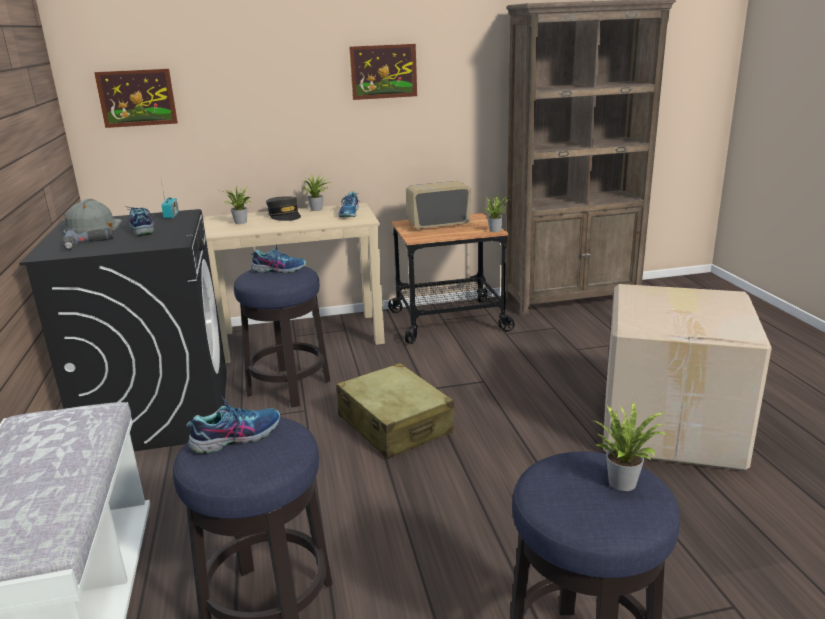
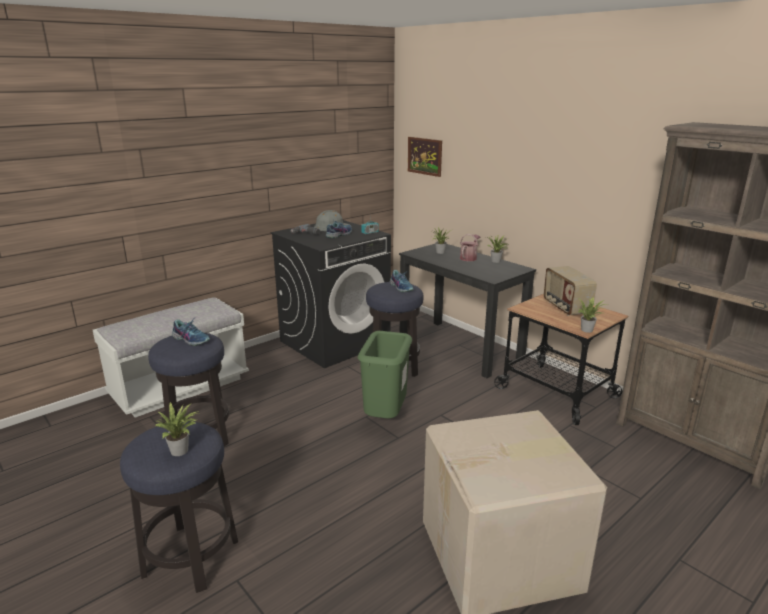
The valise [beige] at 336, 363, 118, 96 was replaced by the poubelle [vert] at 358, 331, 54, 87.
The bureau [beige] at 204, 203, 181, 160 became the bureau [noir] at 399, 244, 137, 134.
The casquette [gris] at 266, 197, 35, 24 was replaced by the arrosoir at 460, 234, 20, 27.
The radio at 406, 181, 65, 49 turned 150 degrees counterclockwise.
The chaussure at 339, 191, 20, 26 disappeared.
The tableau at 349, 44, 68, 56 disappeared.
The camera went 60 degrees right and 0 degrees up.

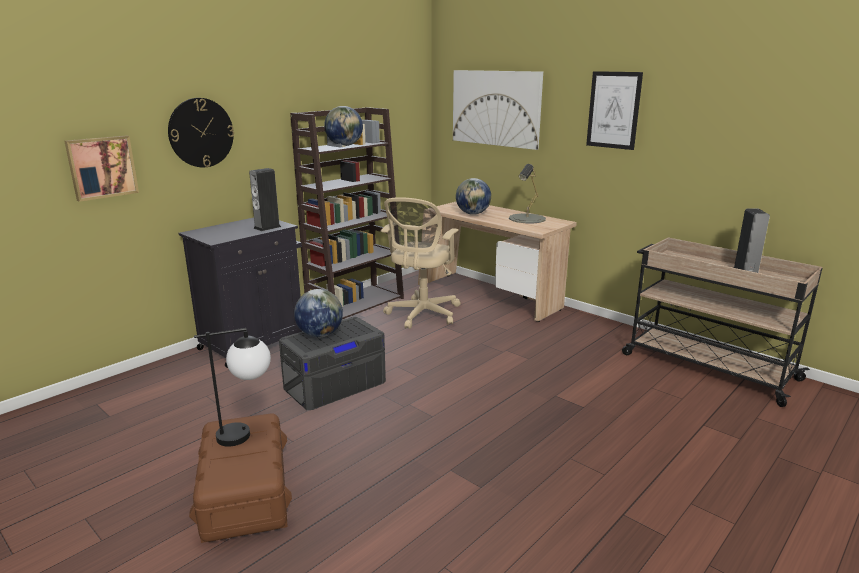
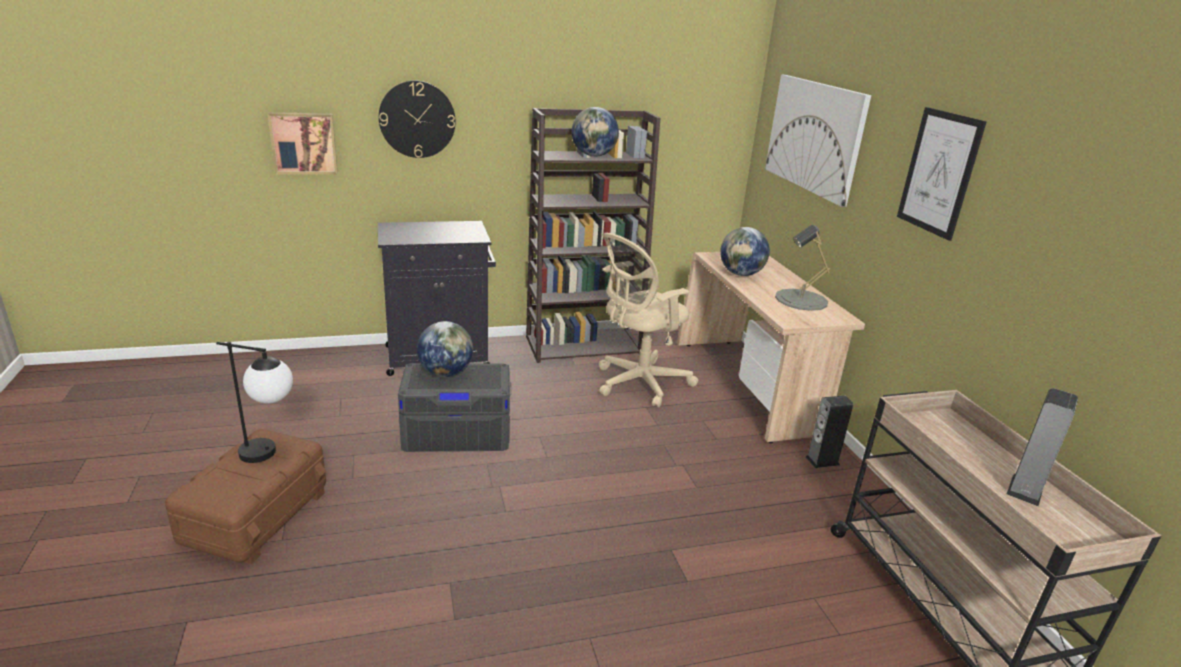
The enceinte moved from 249, 168, 32, 63 to 806, 396, 47, 72.
The camera went 30 degrees right and 5 degrees up.

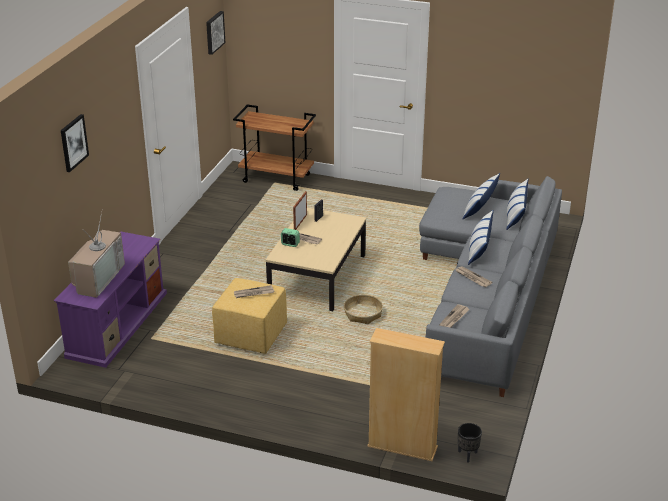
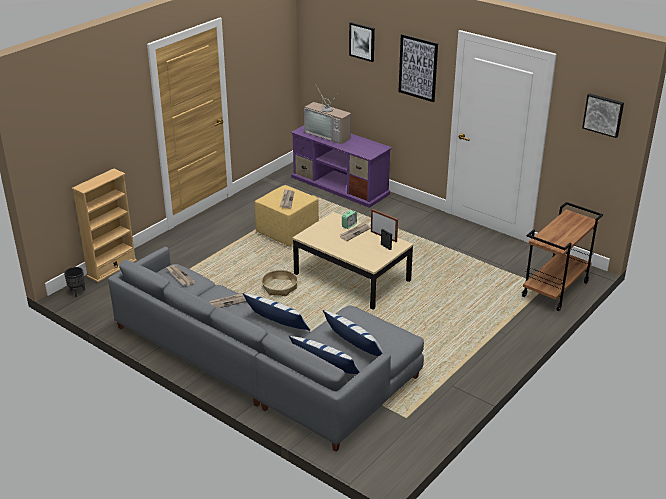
The tableau at 398, 34, 40, 68 appeared.
The camera went 110 degrees right and 0 degrees up.

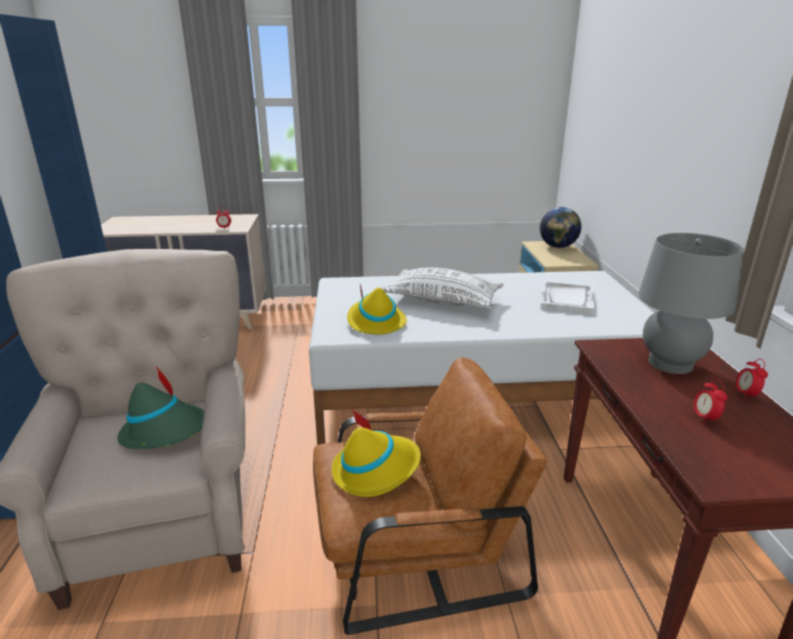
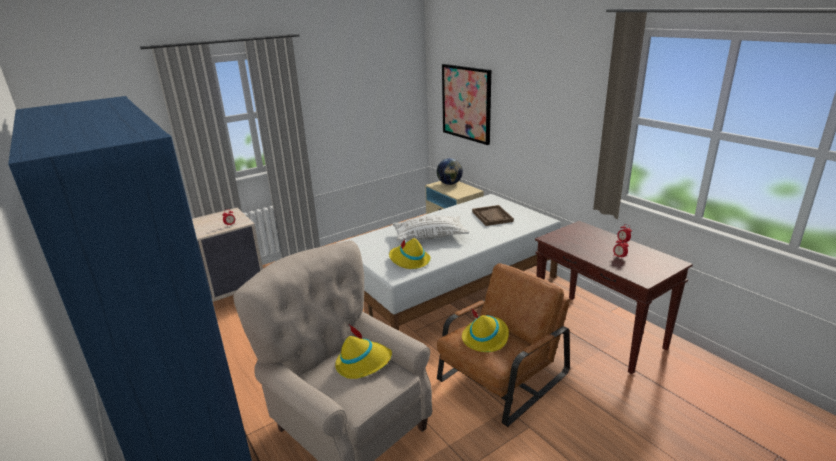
The chapeau [vert] at 117, 366, 87, 83 became the chapeau [jaune] at 335, 325, 57, 54.
The tableau at 442, 64, 49, 81 appeared.
The plateau [blanc] at 541, 281, 53, 33 became the plateau [marron] at 472, 205, 42, 21.
The lampe de table [gris] at 638, 233, 106, 141 disappeared.
The camera went 30 degrees left and 0 degrees up.

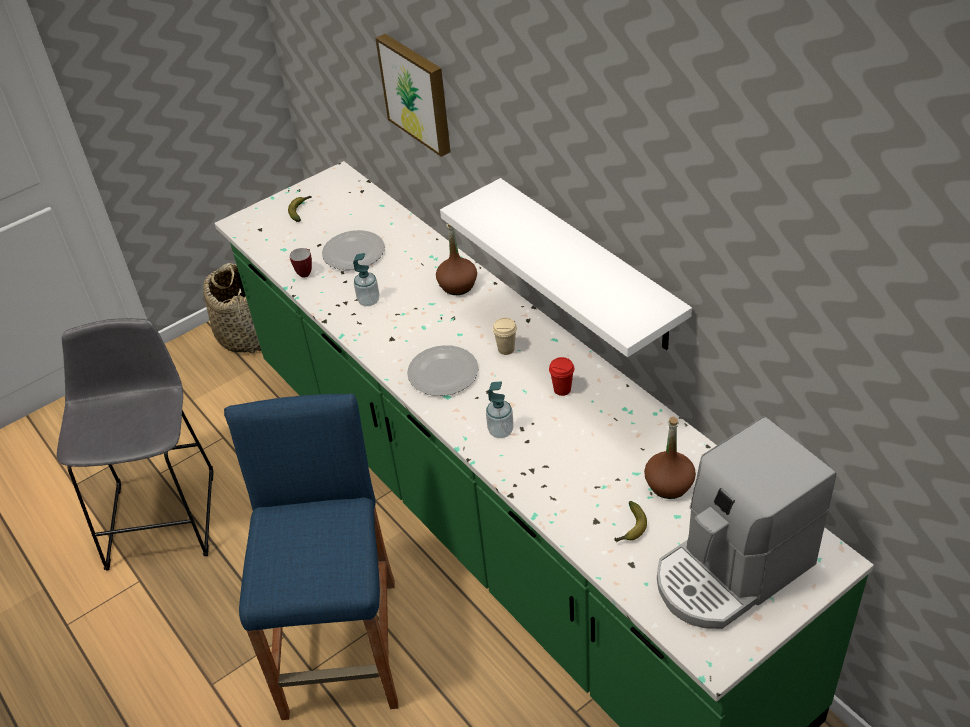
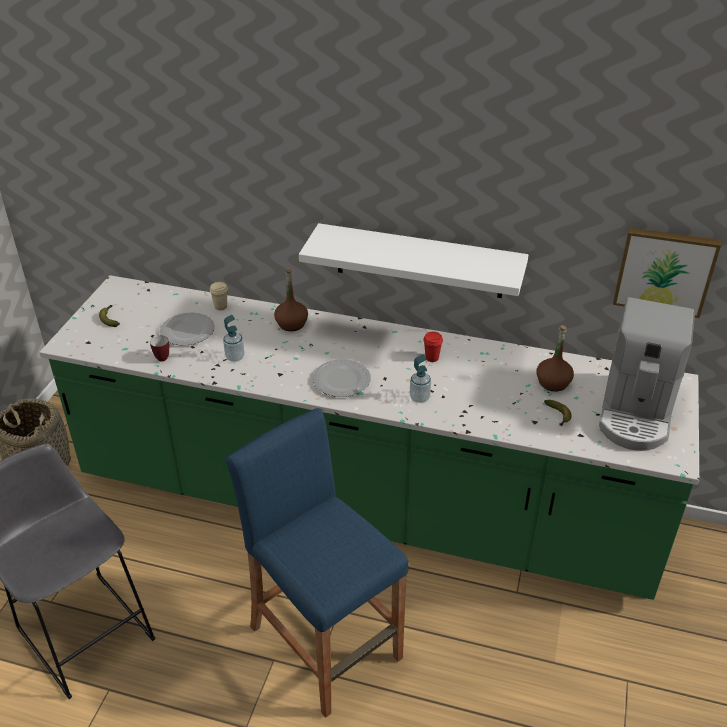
The tasse [beige] moved from 493, 318, 24, 37 to 210, 282, 18, 28.
The tableau moved from 375, 34, 76, 123 to 613, 227, 108, 91.
The camera went 40 degrees left and 5 degrees down.

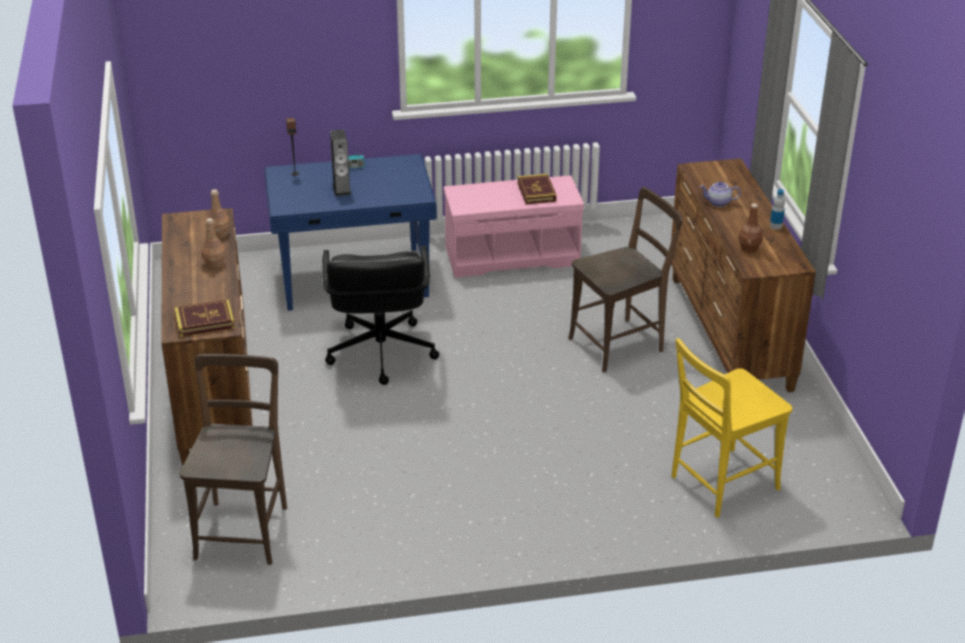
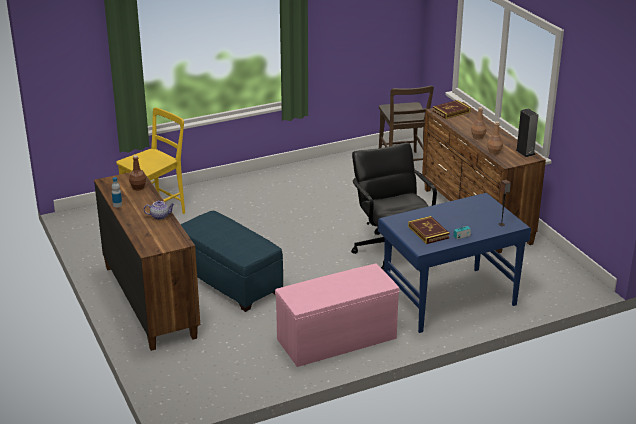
The chaise [marron] at 568, 187, 115, 185 was replaced by the pouf [bleu] at 180, 211, 103, 101.
The livre moved from 517, 174, 40, 30 to 408, 216, 42, 28.
The enceinte moved from 330, 129, 22, 67 to 516, 108, 23, 49.
The camera went 165 degrees right and 5 degrees down.

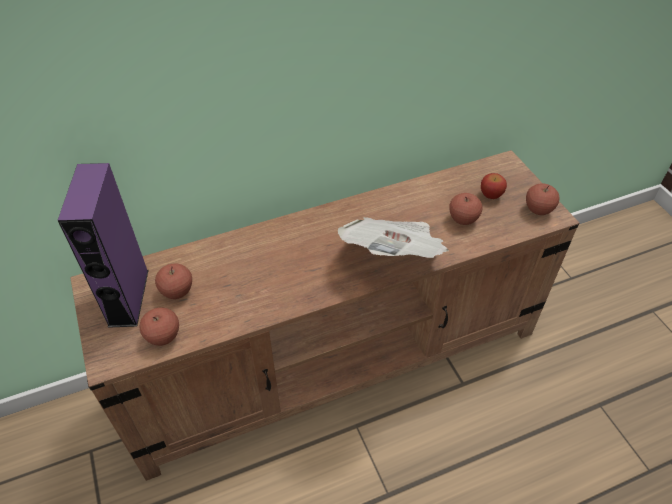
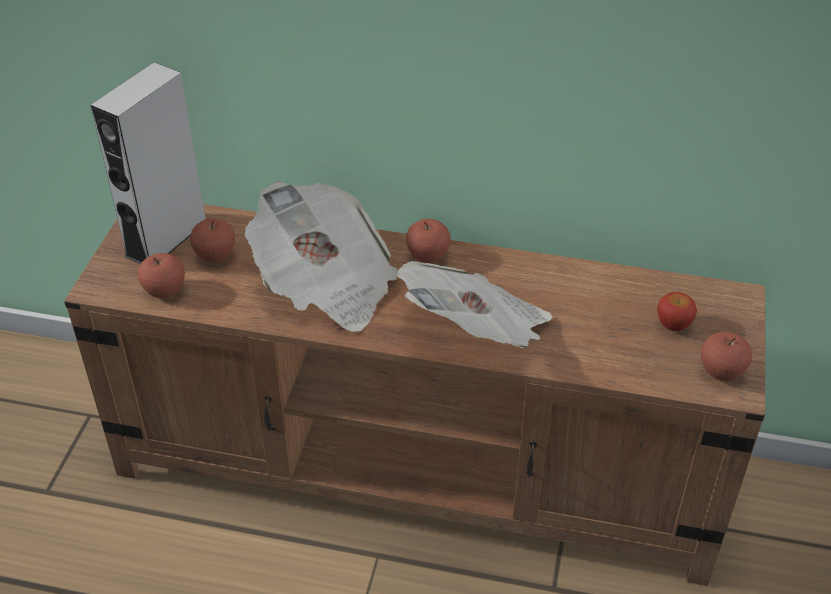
The enceinte [violet] at 58, 163, 91, 165 became the enceinte [gris] at 91, 62, 115, 203.
The journal at 245, 182, 153, 150 appeared.
The pomme moved from 449, 193, 33, 32 to 406, 219, 45, 44.
The camera went 35 degrees right and 5 degrees down.

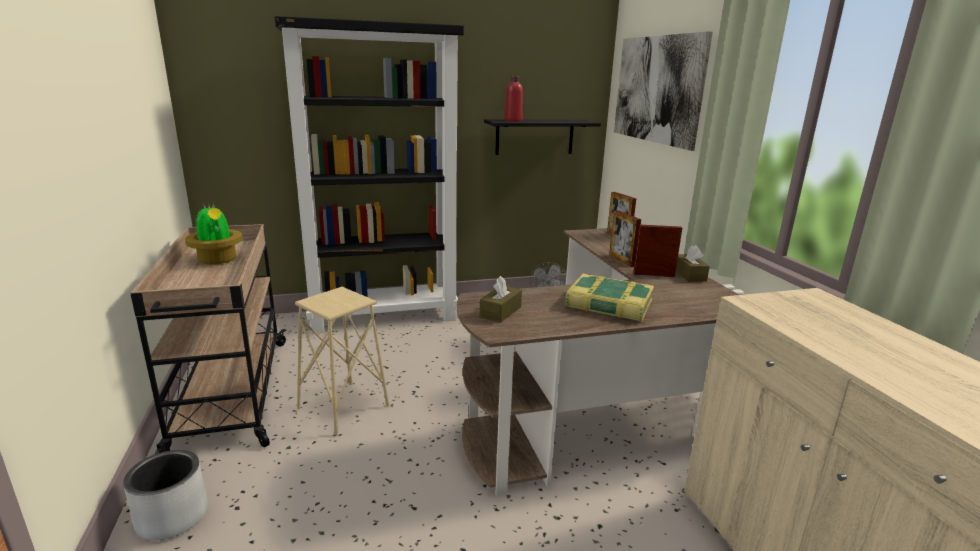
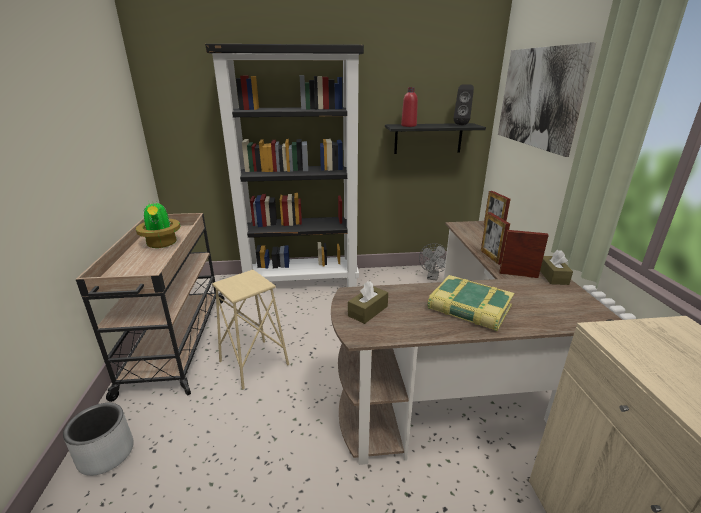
The enceinte [noir] at 454, 84, 20, 41 appeared.
The camera went 10 degrees right and 5 degrees up.

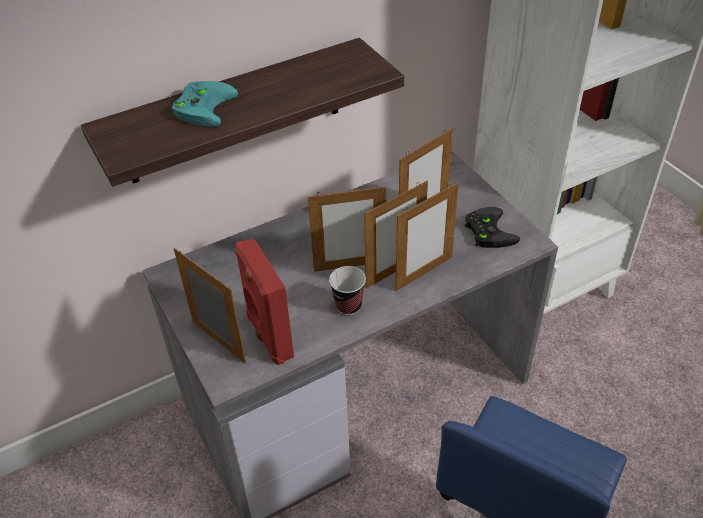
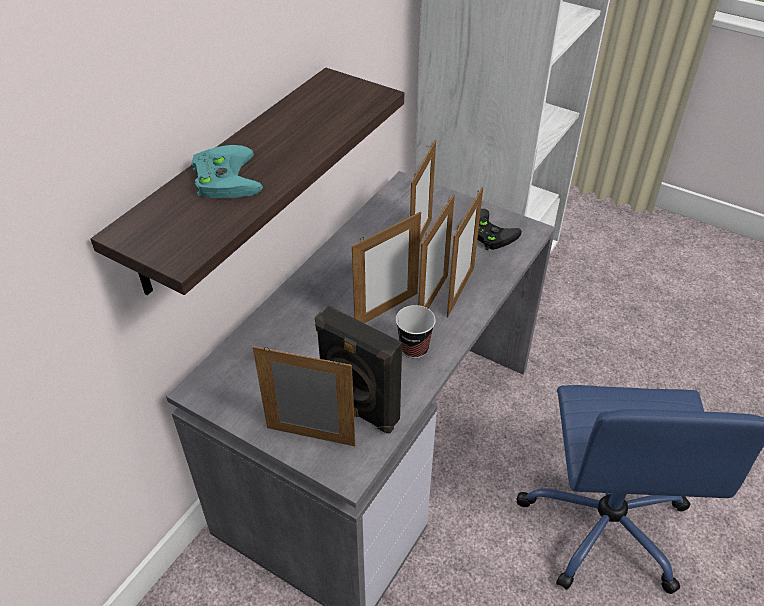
The enceinte [rouge] at 234, 238, 60, 127 became the enceinte [noir] at 315, 306, 87, 128.
The camera went 30 degrees left and 0 degrees up.

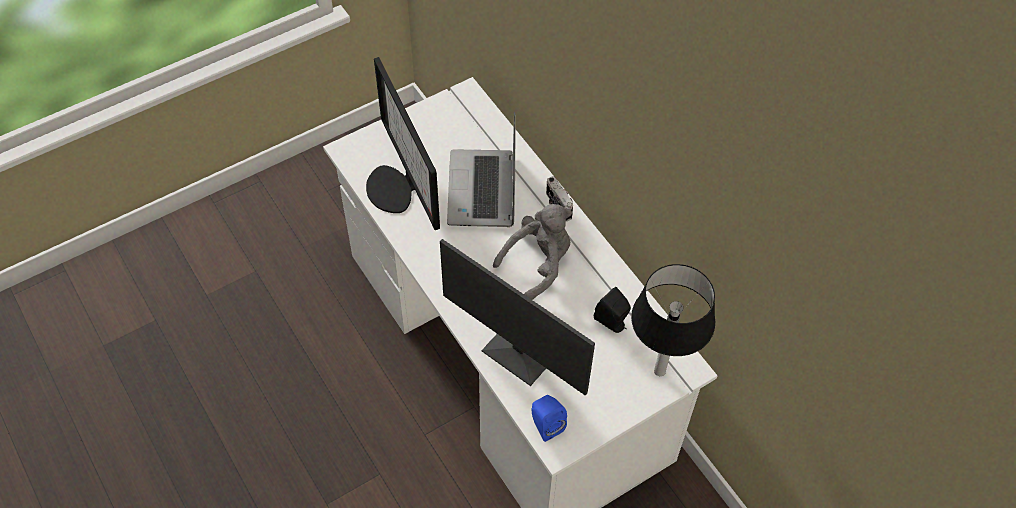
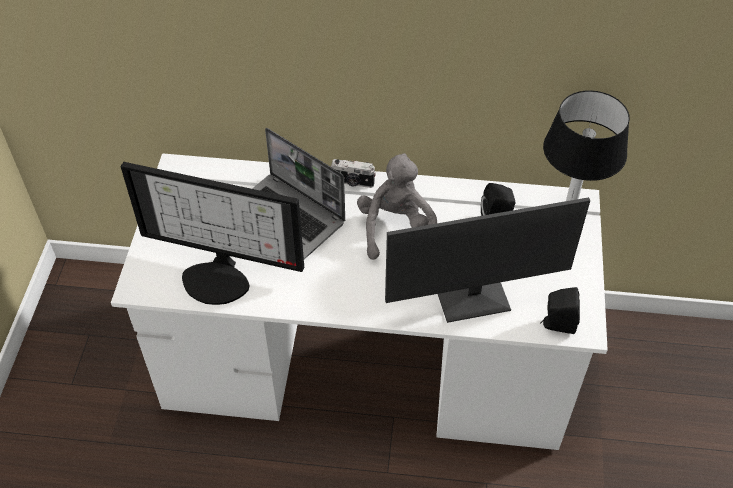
The enceinte [bleu] at 532, 395, 35, 47 became the enceinte [noir] at 540, 287, 40, 47.
The camera went 50 degrees left and 5 degrees down.

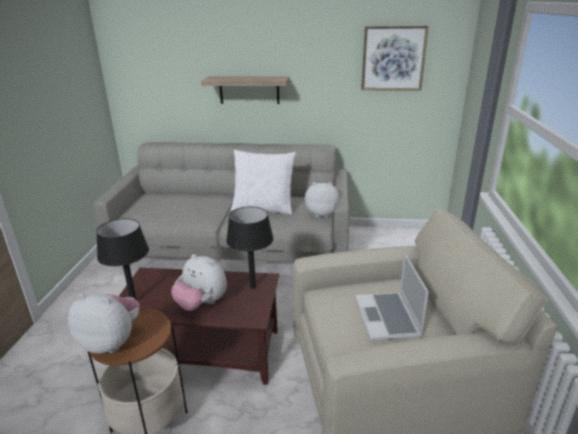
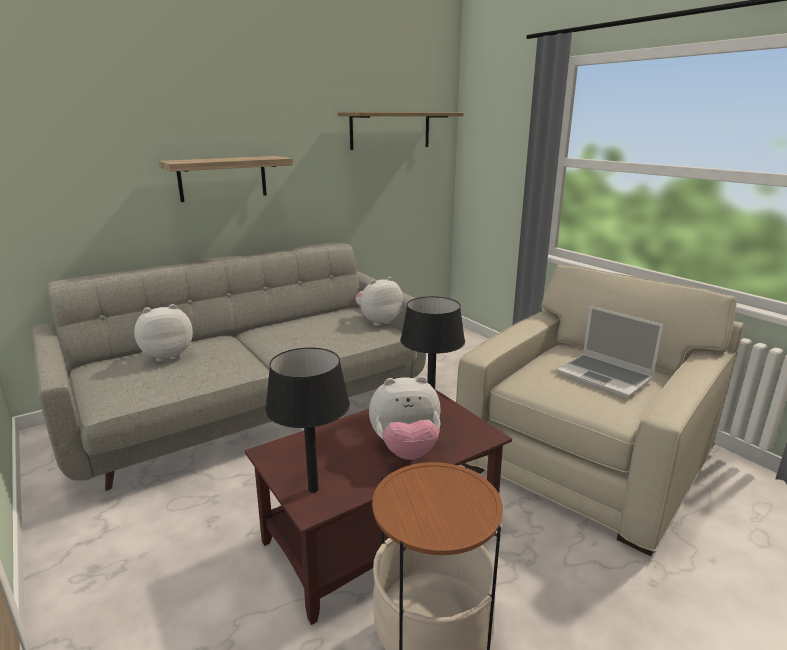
The peluche moved from 68, 293, 72, 60 to 134, 304, 59, 58.
The tableau at 361, 26, 68, 65 was replaced by the étagère at 338, 112, 125, 38.
The coussin [blanc] at 231, 150, 65, 65 disappeared.
The camera went 40 degrees left and 5 degrees down.

